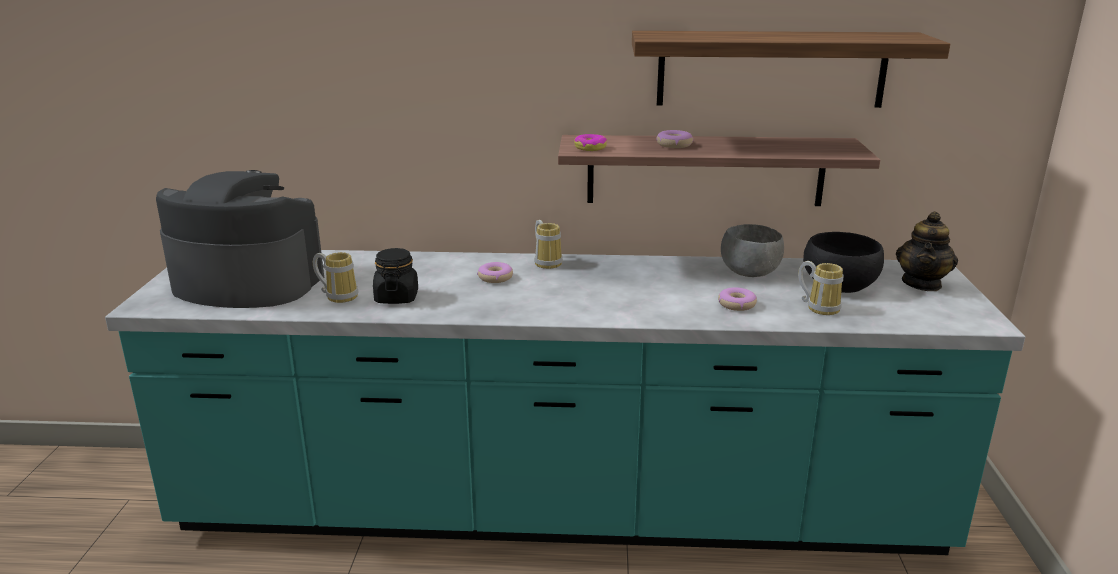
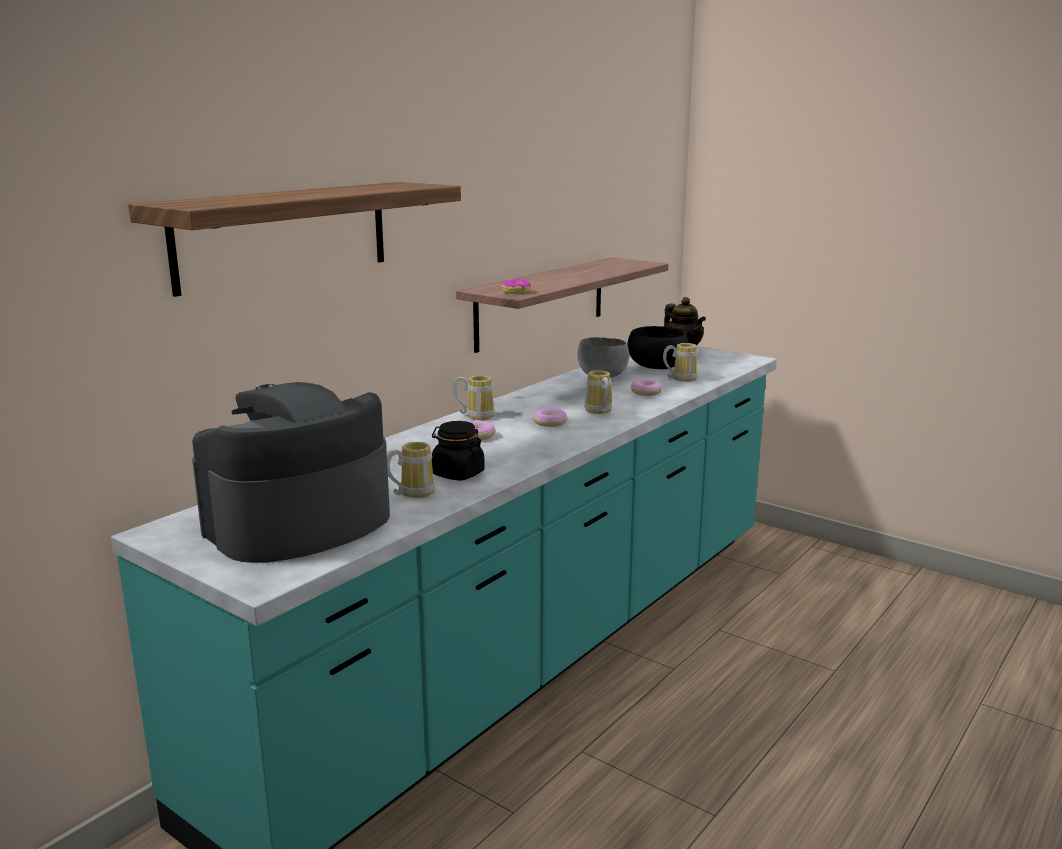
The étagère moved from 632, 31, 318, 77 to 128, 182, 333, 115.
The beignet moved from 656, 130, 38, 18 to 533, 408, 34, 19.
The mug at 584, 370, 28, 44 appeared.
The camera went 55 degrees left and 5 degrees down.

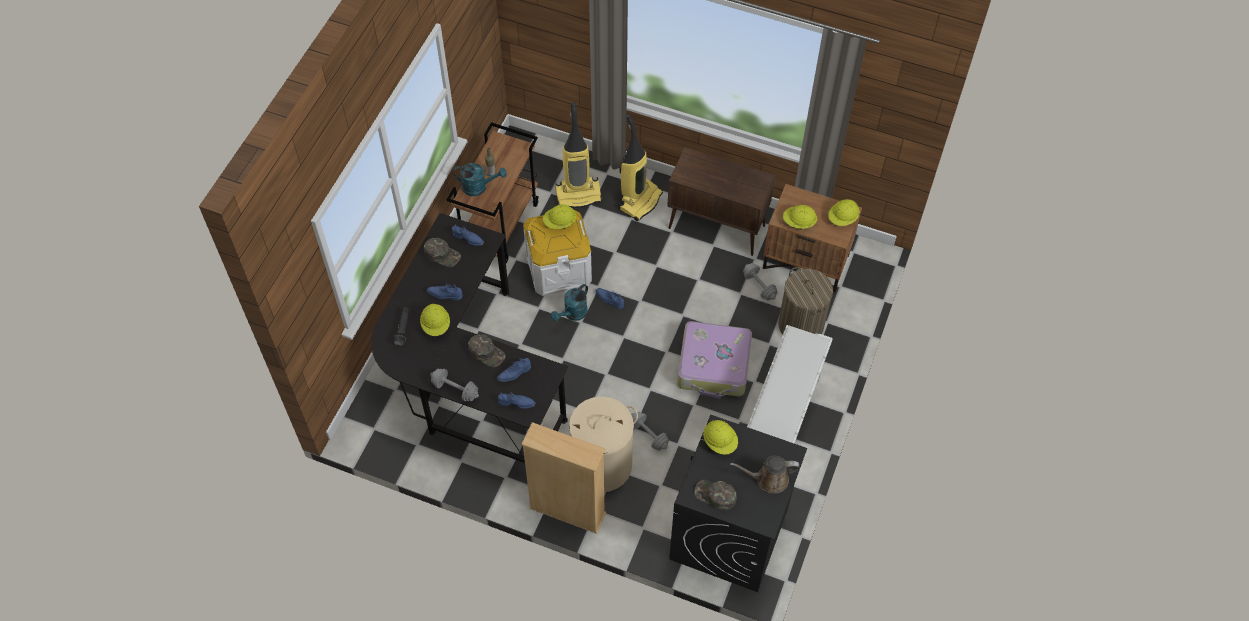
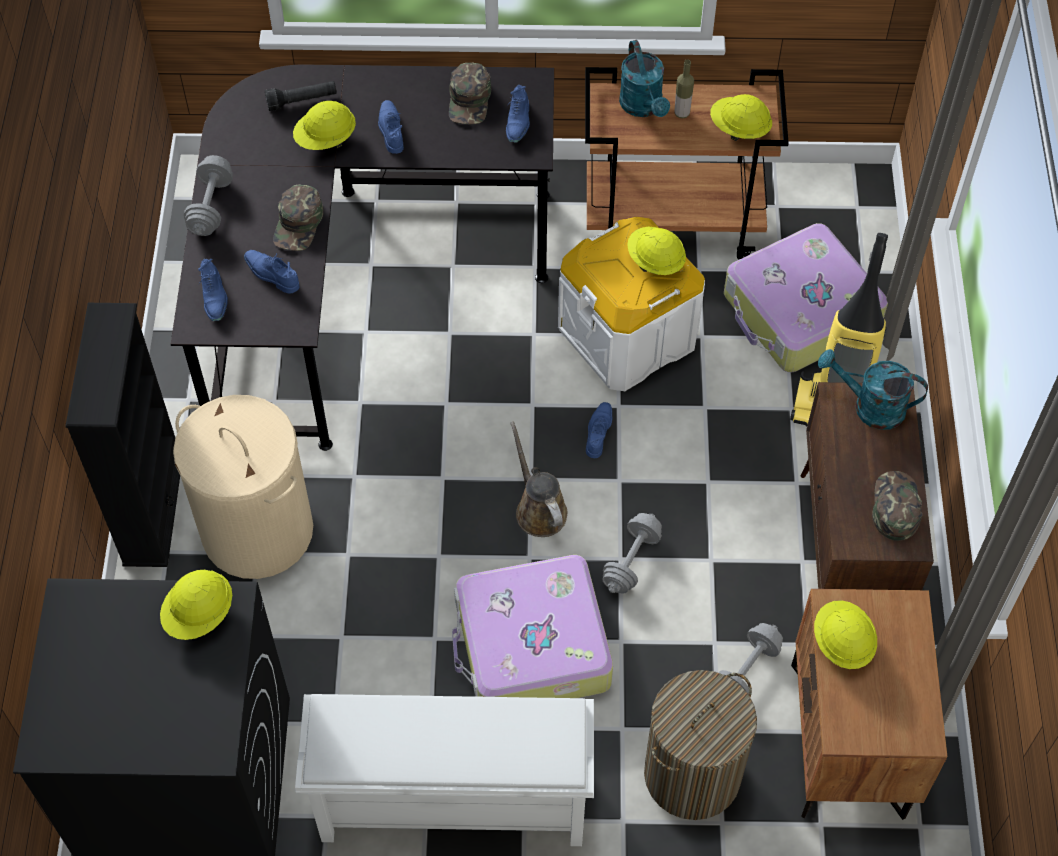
The bibliothèque [beige] at 521, 422, 85, 112 became the bibliothèque [noir] at 65, 303, 115, 264.
The arrosoir [marron] moved from 730, 456, 70, 38 to 510, 421, 58, 116.
The haltère [gris] moved from 631, 412, 38, 39 to 603, 513, 59, 80.
The casque de chantier [jaune] moved from 828, 199, 32, 27 to 710, 94, 62, 47.
The aspirateur at 555, 102, 47, 106 was replaced by the valise at 724, 223, 164, 149.
The arrosoir [turquoise] moved from 551, 284, 37, 37 to 818, 349, 110, 81.
The casquette [vert] moved from 694, 480, 43, 30 to 872, 471, 50, 70.
The camera went 70 degrees right and 0 degrees up.

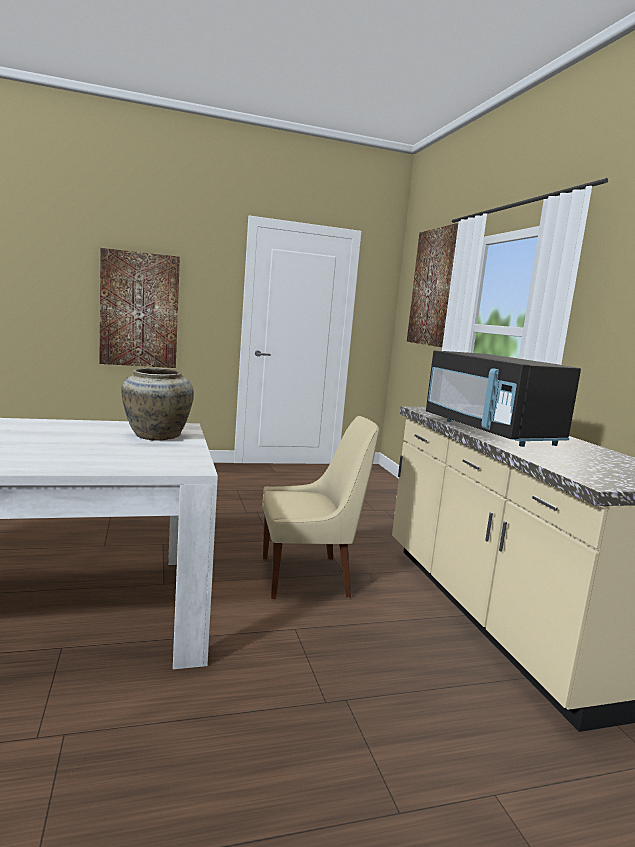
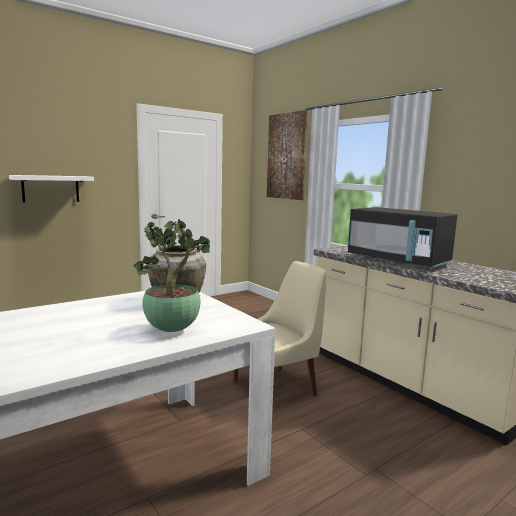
The tableau at 99, 248, 81, 120 was replaced by the étagère [blanc] at 9, 175, 85, 28.
The plante en pot at 134, 219, 76, 113 appeared.
The camera went 20 degrees left and 0 degrees up.

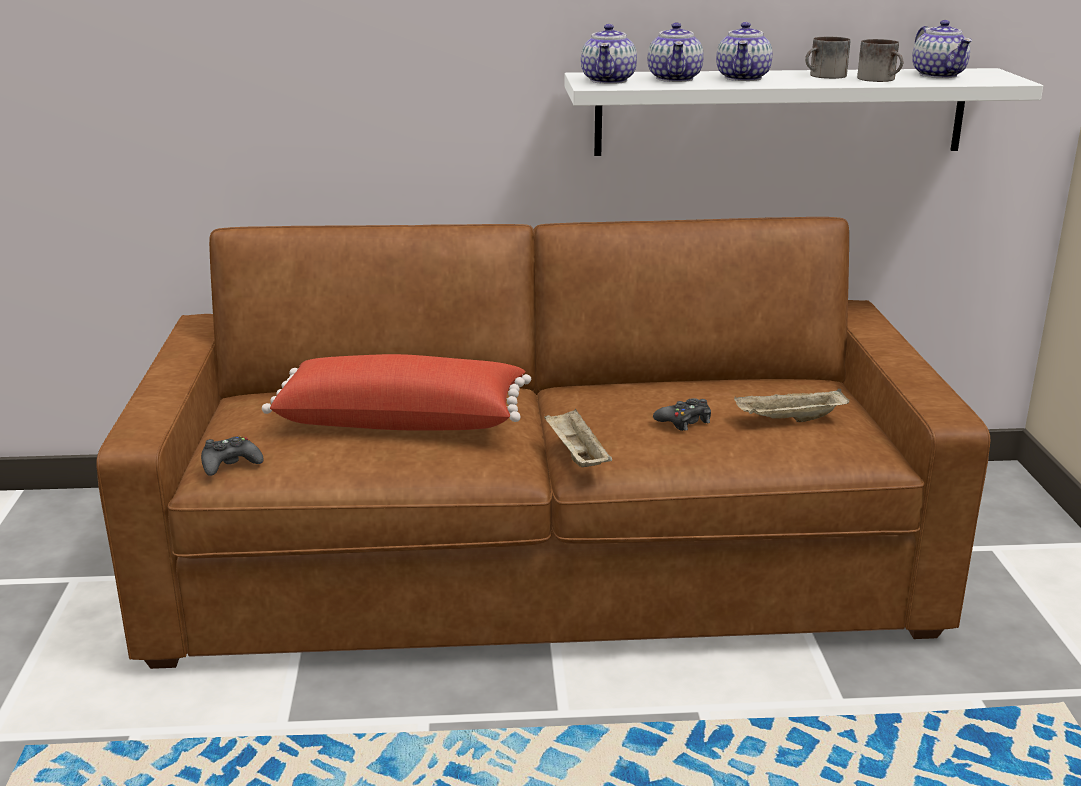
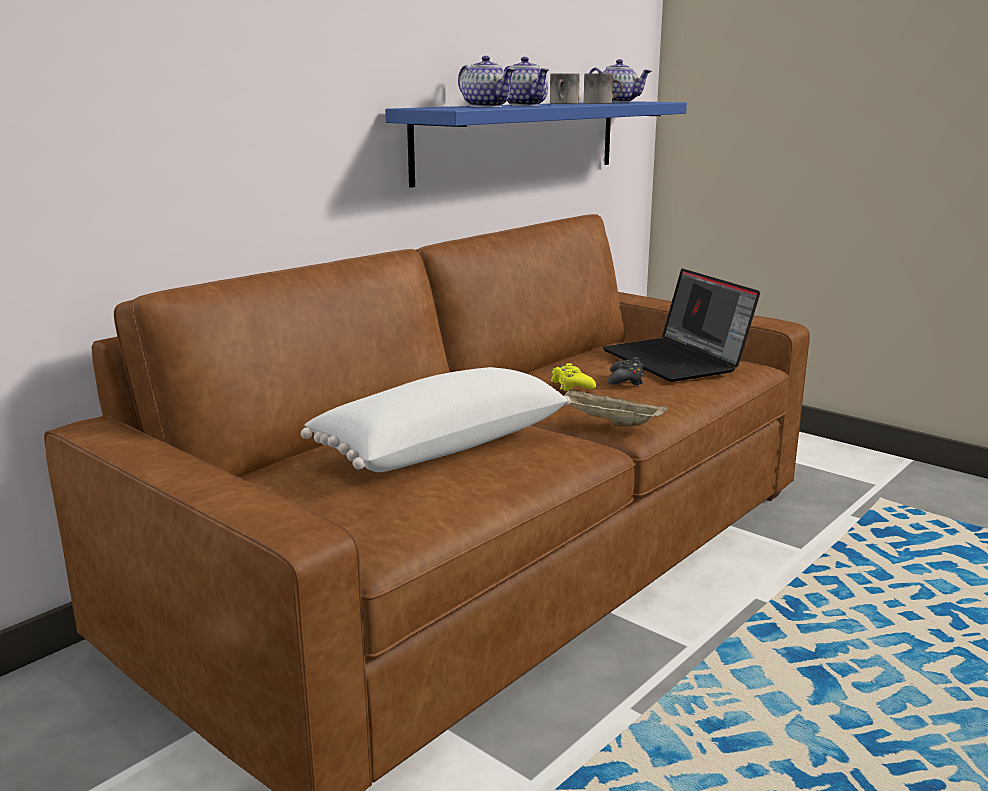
The coussin [rouge] at 262, 354, 269, 76 became the coussin [blanc] at 301, 367, 269, 105.
The étagère [blanc] at 564, 68, 479, 88 became the étagère [bleu] at 385, 101, 302, 87.
The manette [jaune] at 551, 363, 45, 28 appeared.
The plateau [beige] at 734, 389, 115, 33 was replaced by the ordinateur portable at 602, 269, 158, 113.
The manette [noir] at 201, 436, 63, 40 disappeared.
The théière at 581, 24, 56, 60 disappeared.
The camera went 45 degrees left and 5 degrees down.

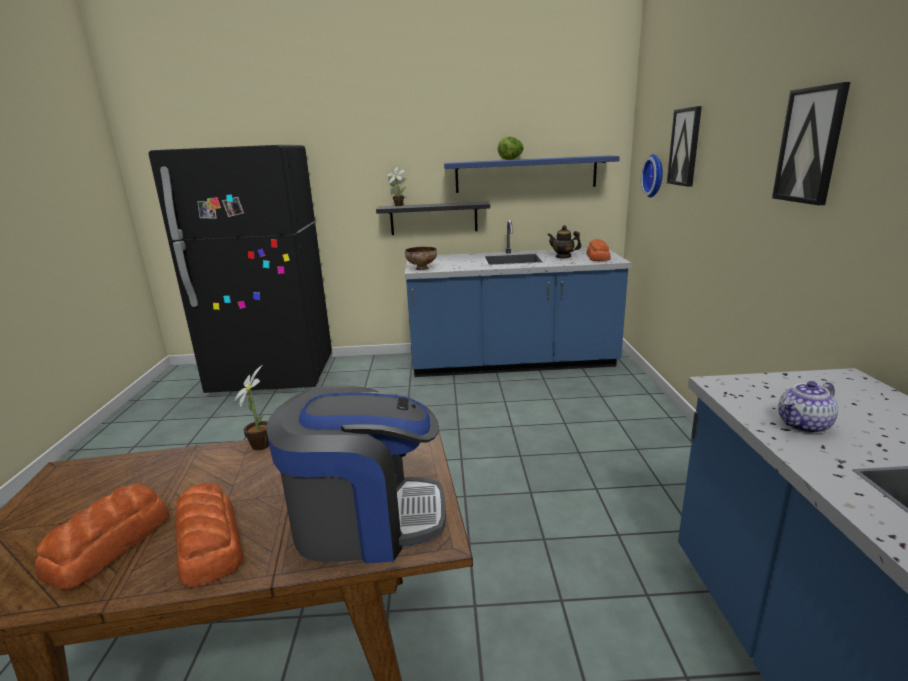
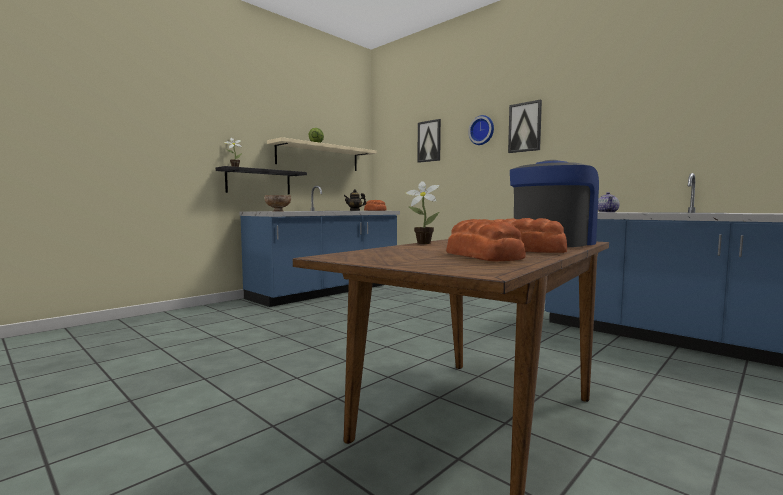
The étagère [bleu] at 444, 156, 176, 37 became the étagère [beige] at 267, 137, 110, 34.
The horloge murale moved from 641, 154, 22, 44 to 468, 115, 26, 30.
The réfrigérateur [noir] at 149, 145, 183, 248 disappeared.
The camera went 45 degrees left and 15 degrees down.

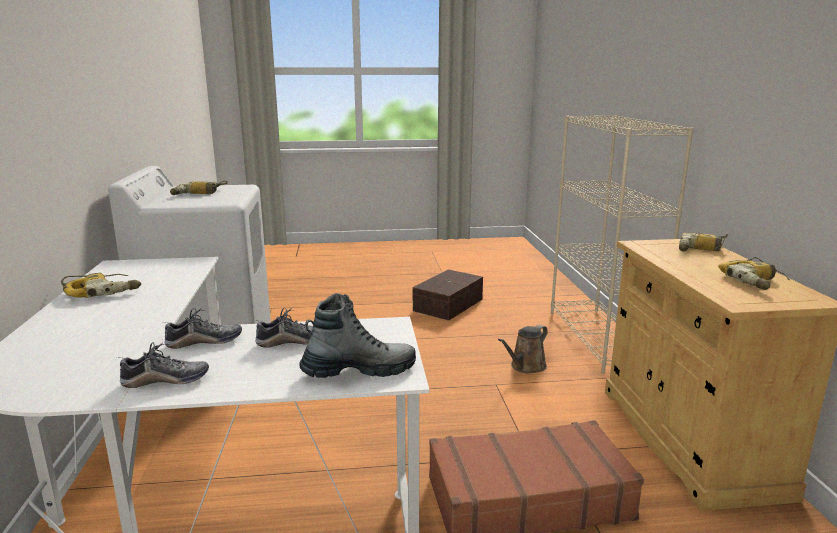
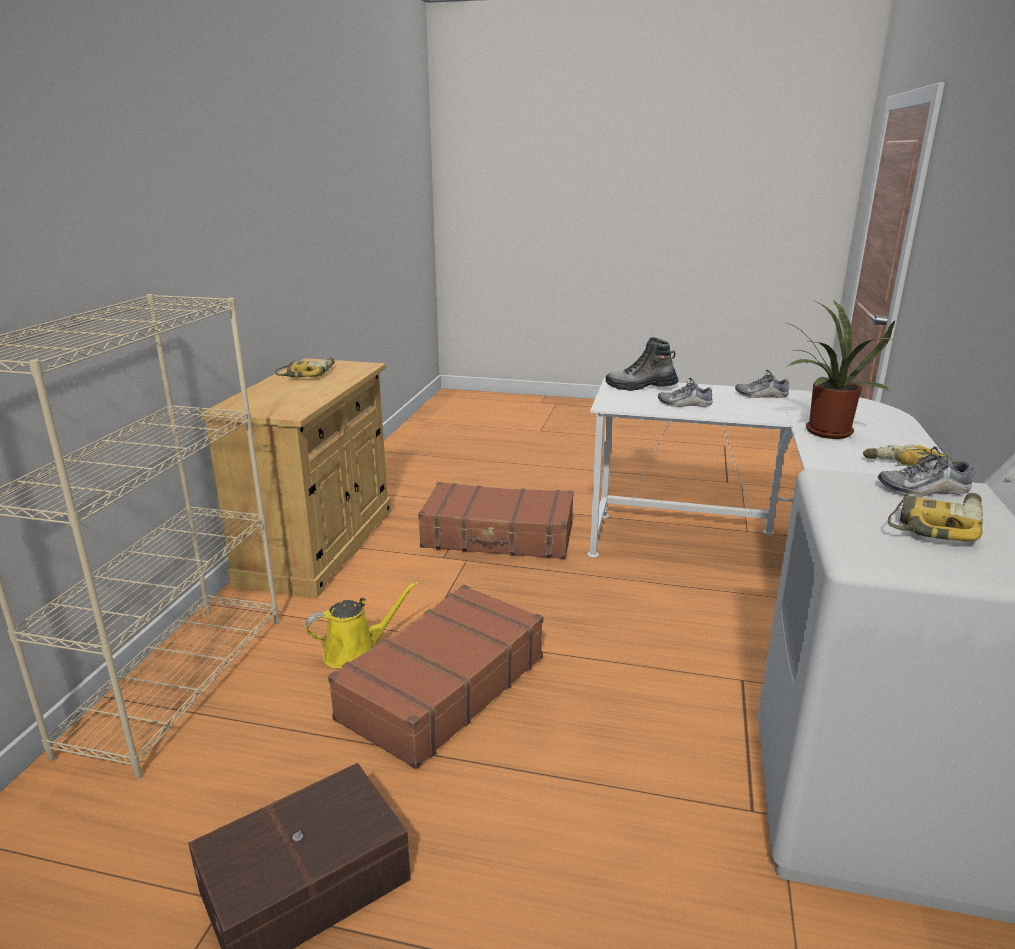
The arrosoir [marron] at 498, 325, 50, 49 became the arrosoir [jaune] at 306, 581, 112, 88.
The valise [marron] at 328, 585, 215, 184 appeared.
The plante en pot at 787, 299, 109, 140 appeared.
The chaussure moved from 162, 308, 80, 41 to 878, 446, 95, 51.
The perceuse at 679, 233, 49, 19 disappeared.
The camera went 160 degrees left and 5 degrees up.

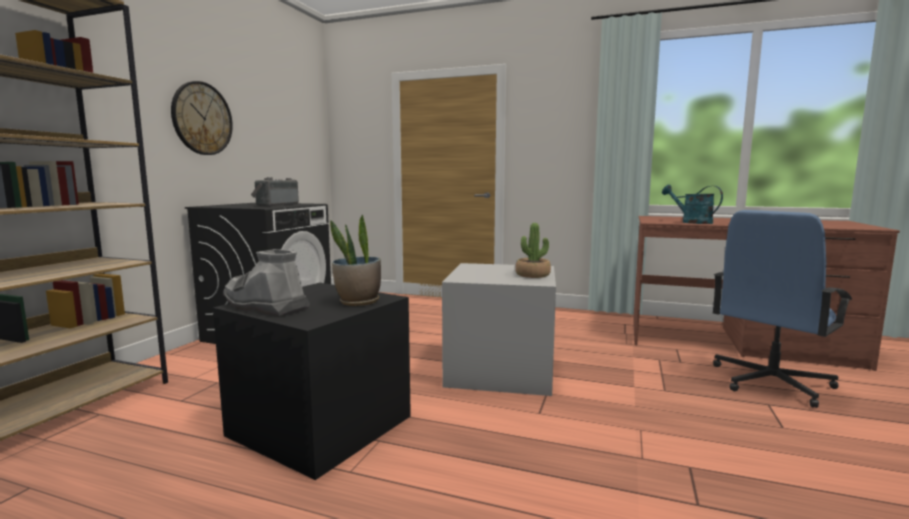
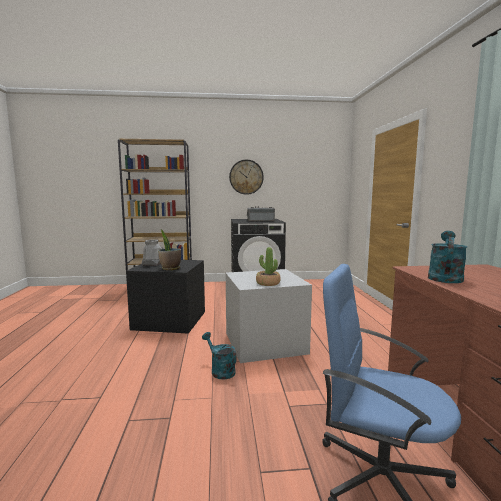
The arrosoir [turquoise] at 202, 332, 35, 48 appeared.
The camera went 65 degrees right and 0 degrees up.

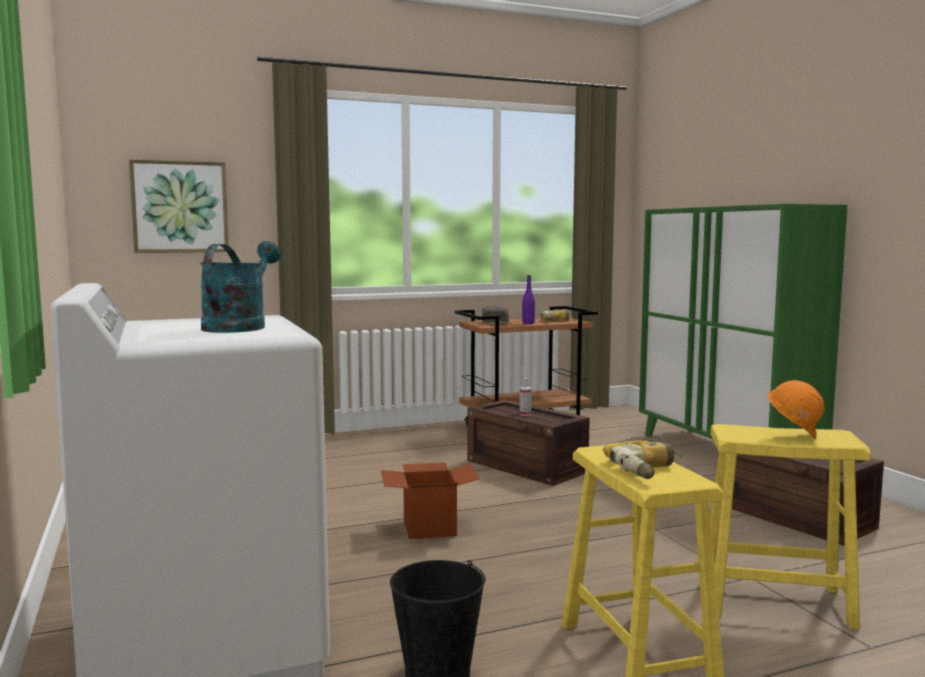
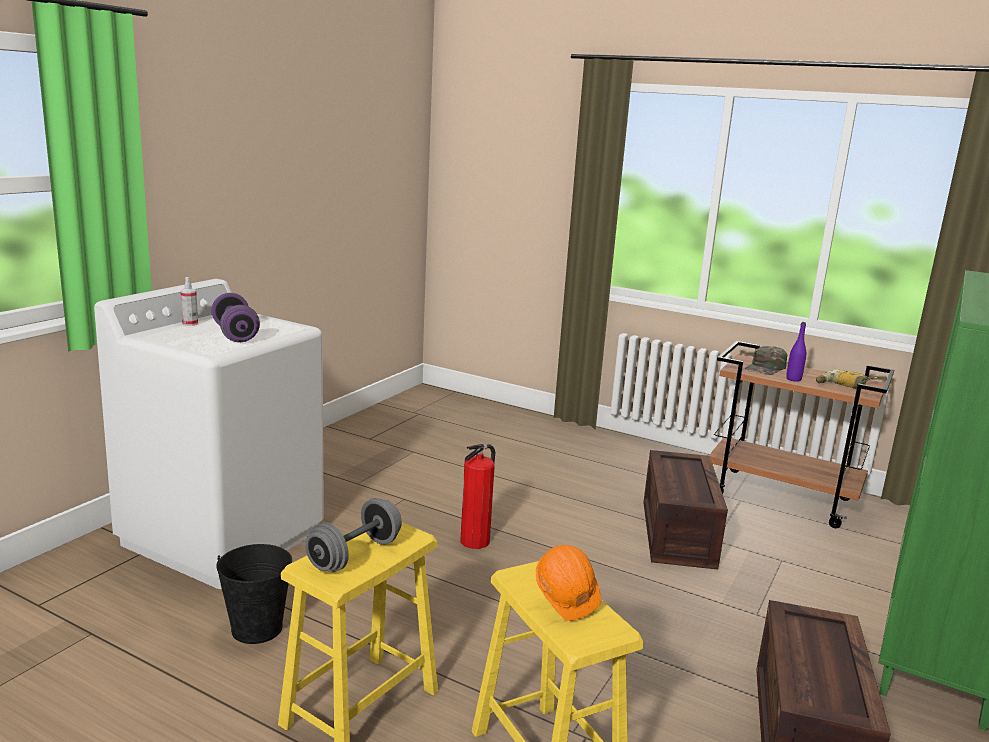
The vaporisateur moved from 519, 378, 12, 38 to 180, 277, 18, 49.
The arrosoir [turquoise] at 200, 241, 81, 92 was replaced by the haltère [violet] at 211, 293, 49, 49.
The perceuse at 603, 436, 83, 43 was replaced by the haltère [gris] at 305, 498, 97, 74.
The carton at 381, 462, 99, 77 was replaced by the extincteur at 461, 444, 35, 105.
The tableau at 129, 159, 100, 94 disappeared.
The camera went 50 degrees right and 10 degrees up.

